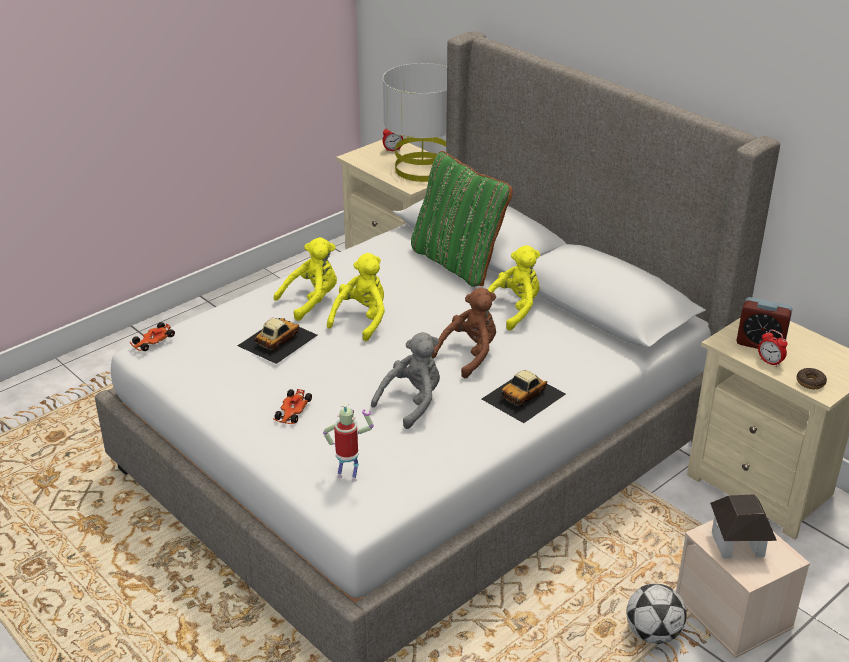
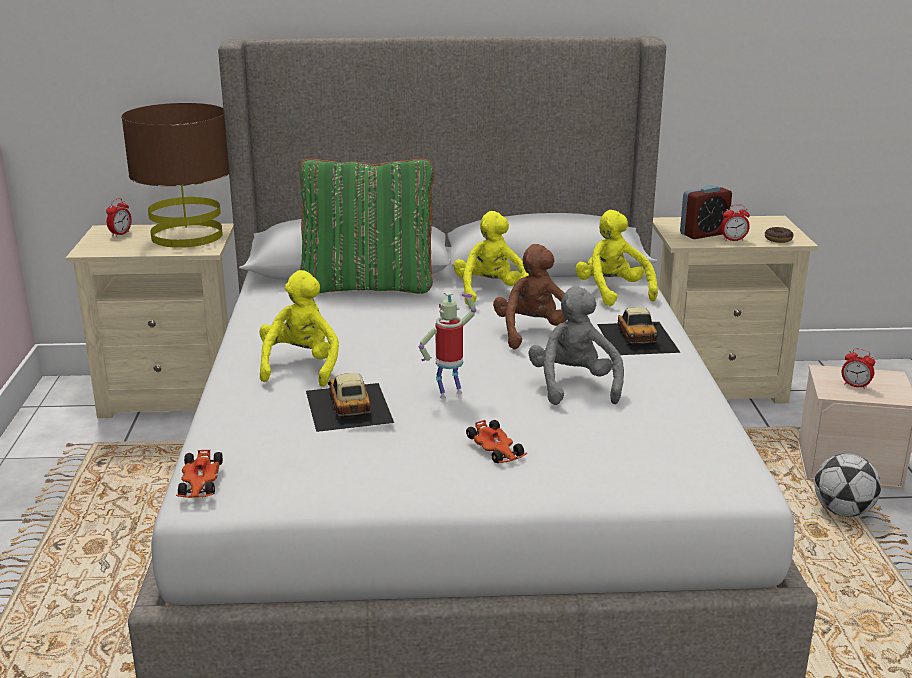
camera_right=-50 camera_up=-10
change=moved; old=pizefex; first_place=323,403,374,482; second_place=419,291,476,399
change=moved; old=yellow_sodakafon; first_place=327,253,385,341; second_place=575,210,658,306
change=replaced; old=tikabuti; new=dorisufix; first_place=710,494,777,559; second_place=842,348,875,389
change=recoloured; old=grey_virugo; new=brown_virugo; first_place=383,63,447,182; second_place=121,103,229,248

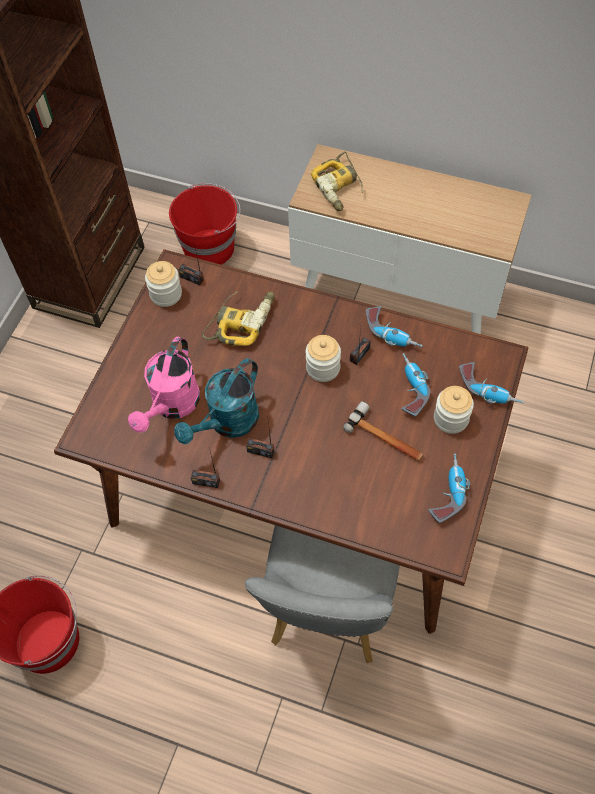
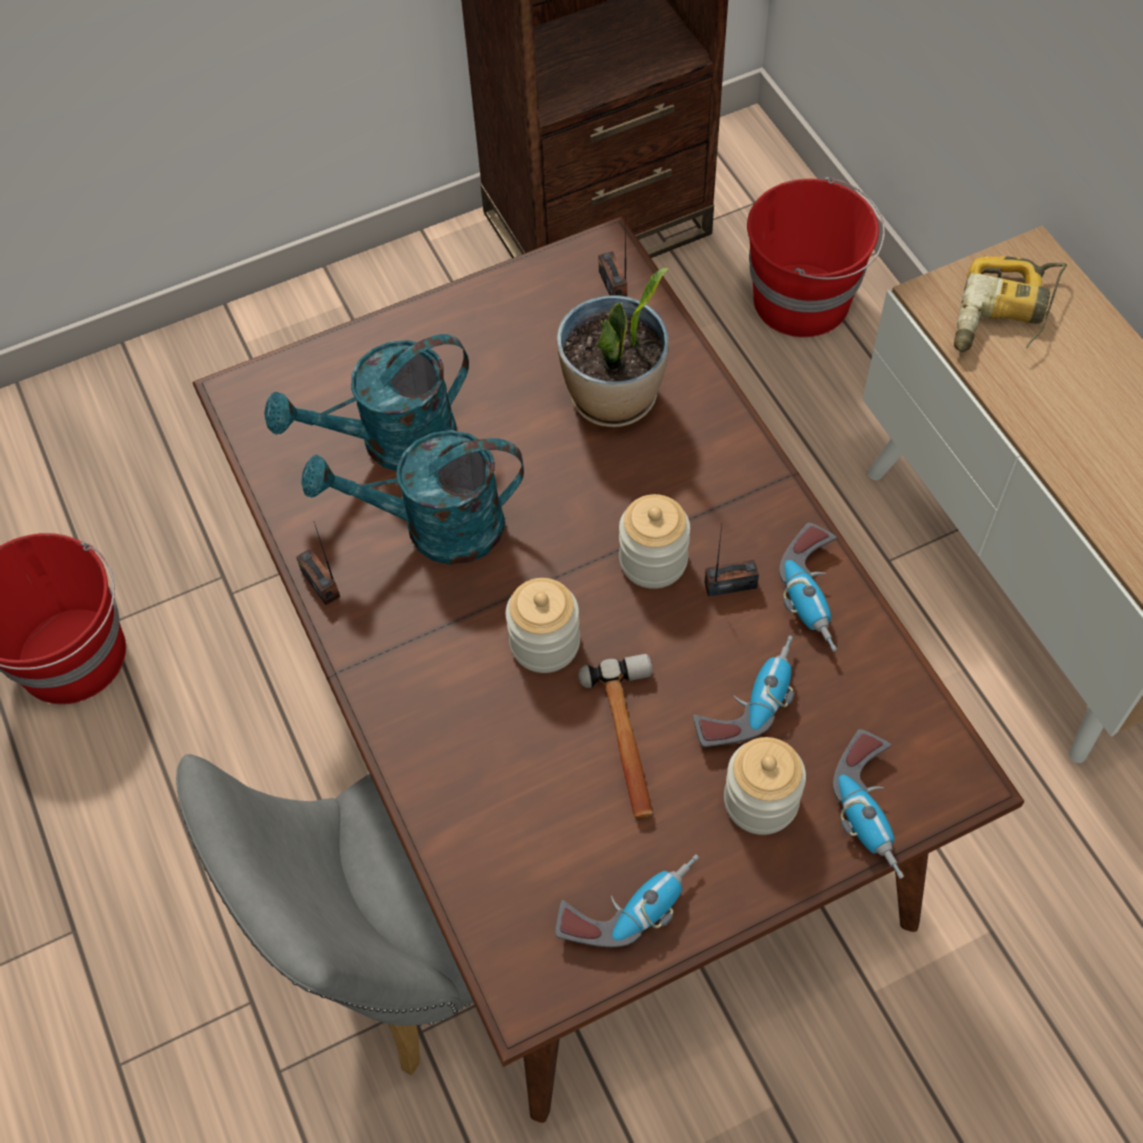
camera_right=45 camera_up=0
change=removed; old=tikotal; first_place=246,421,274,458
change=moved; old=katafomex; first_place=145,261,182,307; second_place=506,578,580,673
change=replaced; old=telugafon; new=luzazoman; first_place=202,291,275,346; second_place=556,268,669,427
change=recoloured; old=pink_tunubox; new=turquoise_tunubox; first_place=128,337,200,433; second_place=264,334,469,471

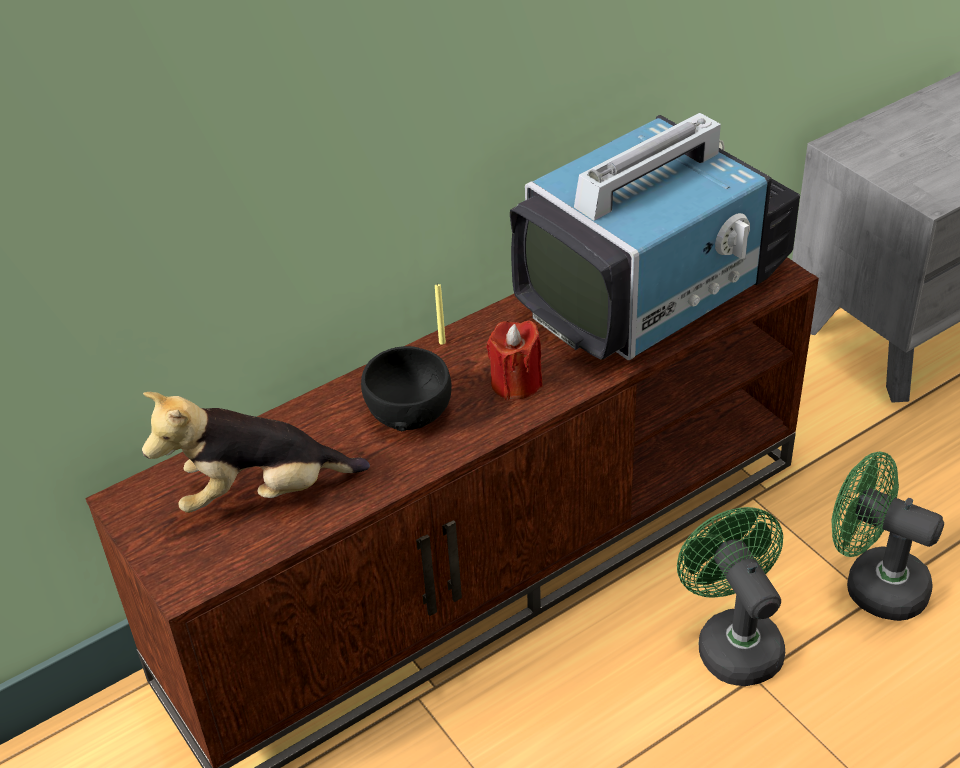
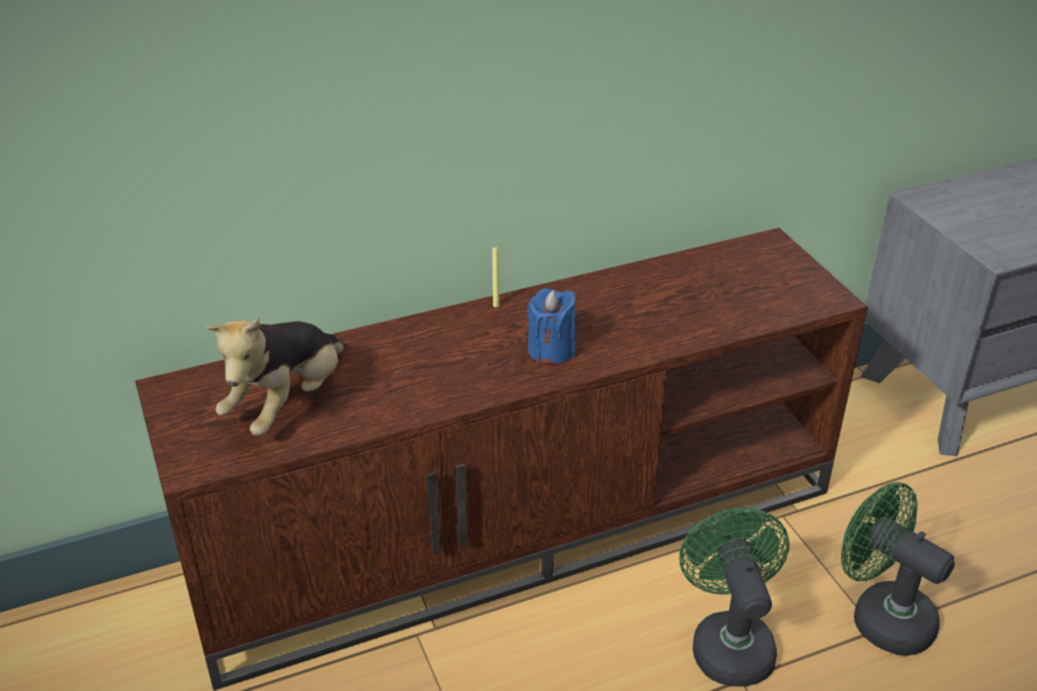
camera_right=10 camera_up=-5
change=removed; old=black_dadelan; first_place=361,346,452,431
change=removed; old=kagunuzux; first_place=510,113,800,360
change=recoloured; old=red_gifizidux; new=blue_gifizidux; first_place=487,321,543,400; second_place=527,288,576,364
change=turned; old=sodakafon; first_place=142,392,370,513; second_place=206,318,346,436; degrees=-60

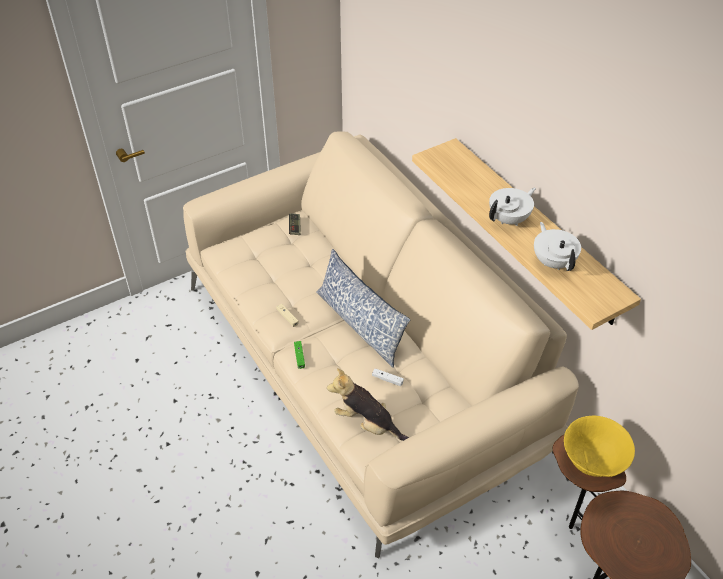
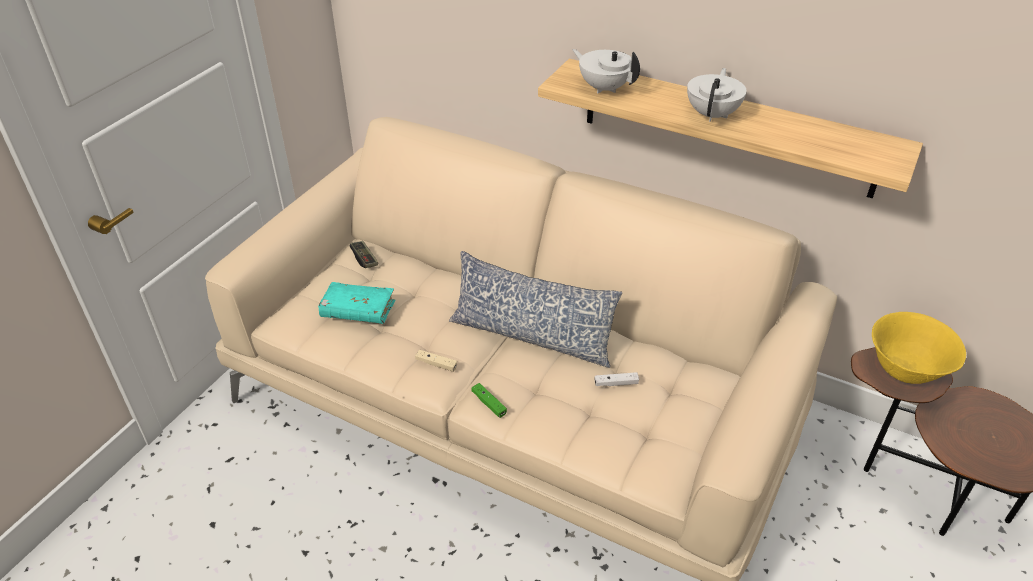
camera_right=-30 camera_up=-5
change=removed; old=sodakafon; first_place=327,368,409,441
change=added; new=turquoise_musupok; second_place=318,282,395,324
change=moved; old=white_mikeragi; first_place=534,222,581,271; second_place=572,49,640,93

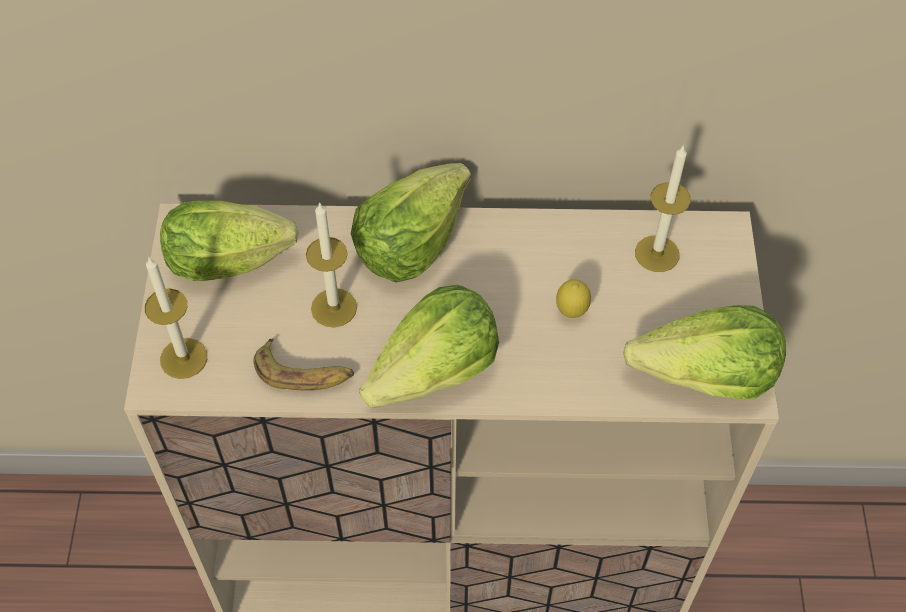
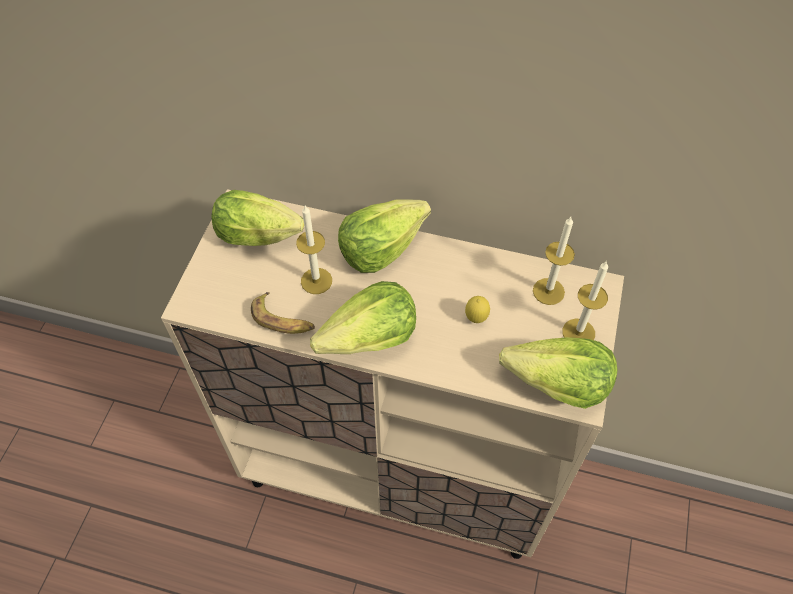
camera_right=15 camera_up=0
change=moved; old=gifizidux; first_place=145,257,207,379; second_place=562,261,608,340

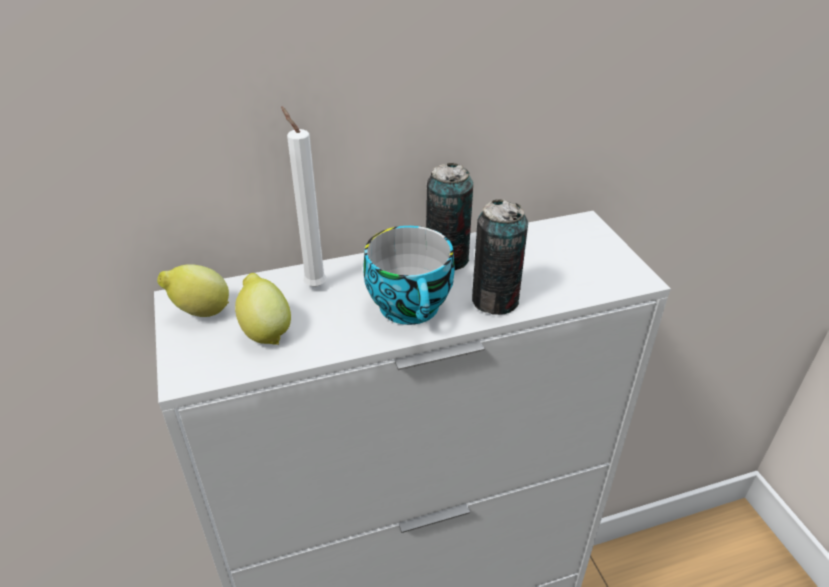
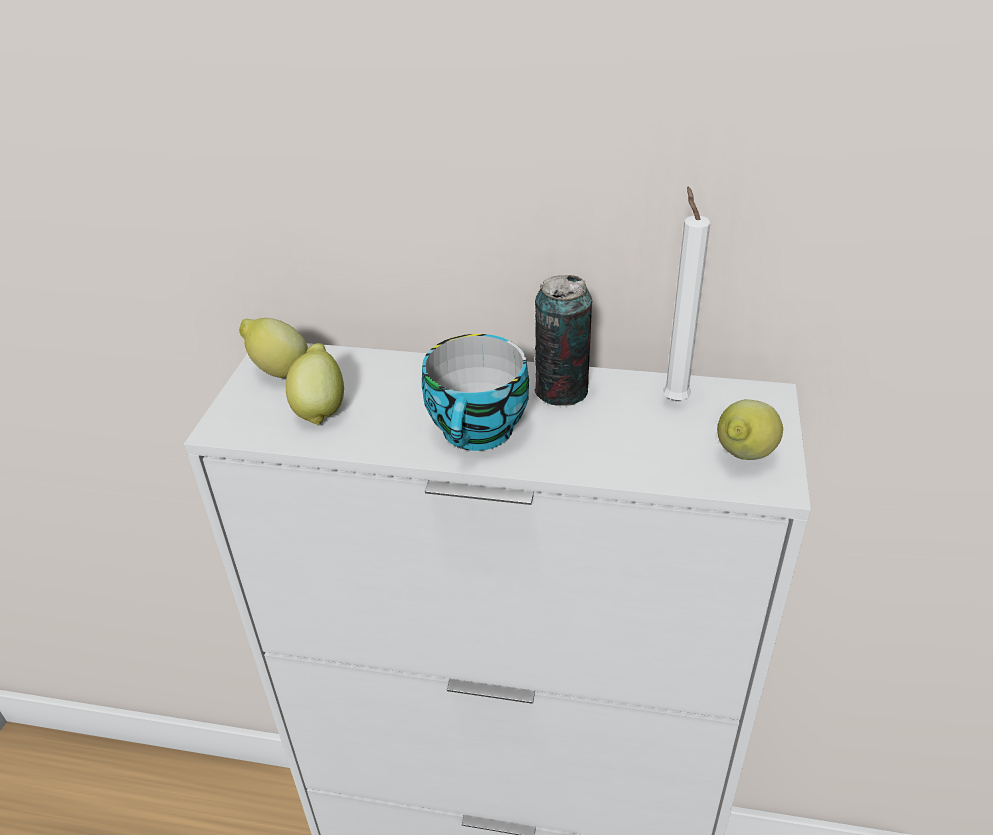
camera_right=30 camera_up=0
change=removed; old=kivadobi; first_place=472,199,528,315
change=added; new=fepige; second_place=717,399,783,460
change=moved; old=white_gifizidux; first_place=281,107,327,287; second_place=663,186,711,401

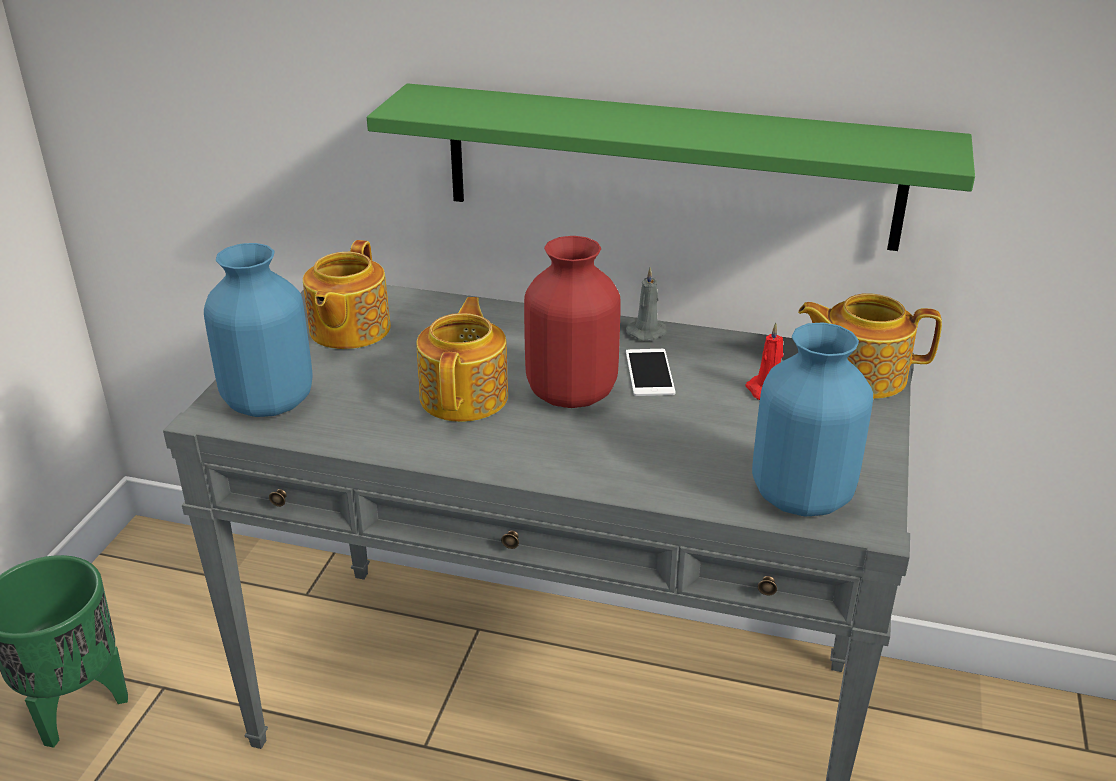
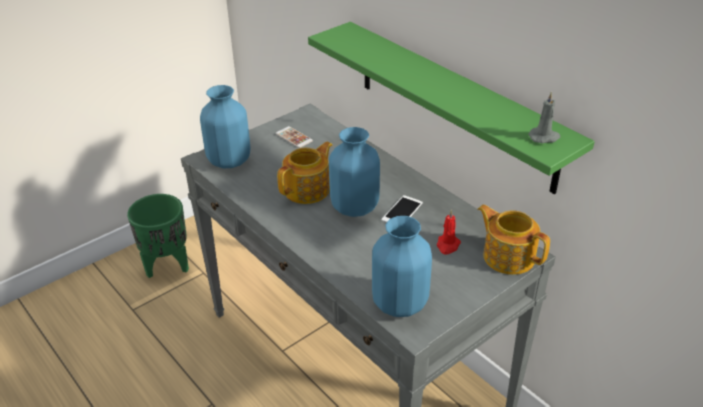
camera_right=35 camera_up=5
change=moved; old=grey_gifizidux; first_place=626,267,667,341; second_place=528,92,560,143
change=replaced; old=mikeragi; new=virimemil; first_place=303,240,391,349; second_place=276,126,313,148
change=recoloured; old=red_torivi; new=blue_torivi; first_place=524,236,621,408; second_place=329,127,380,217

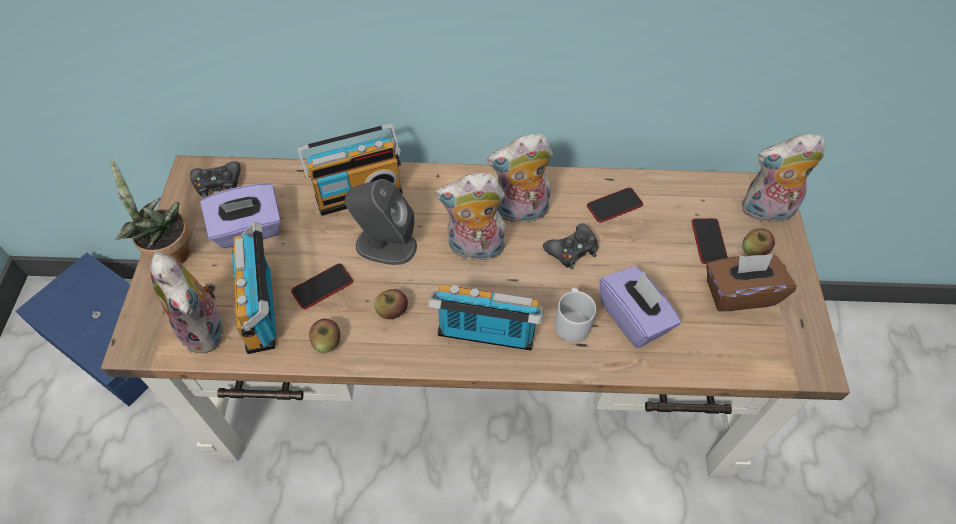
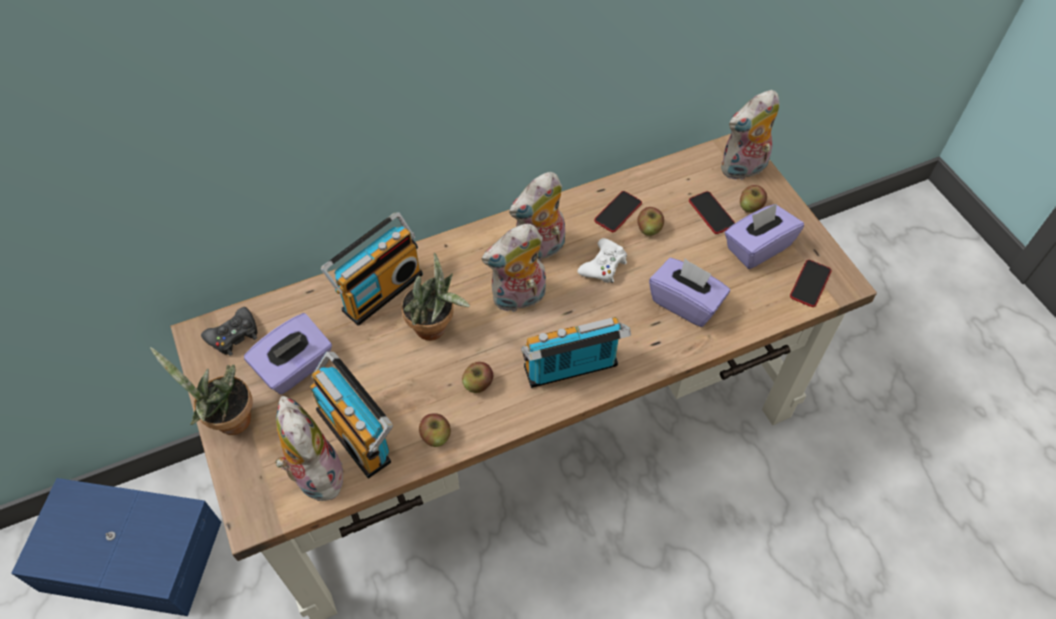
camera_right=-25 camera_up=0
change=removed; old=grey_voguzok; first_place=555,288,596,342
change=added; new=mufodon; second_place=637,207,664,236
change=moved; old=virimemil; first_place=291,263,353,309; second_place=790,260,831,307
change=replaced; old=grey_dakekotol; new=luzazoman; first_place=345,179,417,265; second_place=401,252,470,341
change=recoloured; old=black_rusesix; new=white_rusesix; first_place=543,223,598,269; second_place=577,238,627,283
change=recoloured; old=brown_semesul; new=purple_semesul; first_place=706,254,797,312; second_place=724,203,804,269
change=turned; old=sodakafon; first_place=150,252,224,353; second_place=275,396,348,501; degrees=-150

